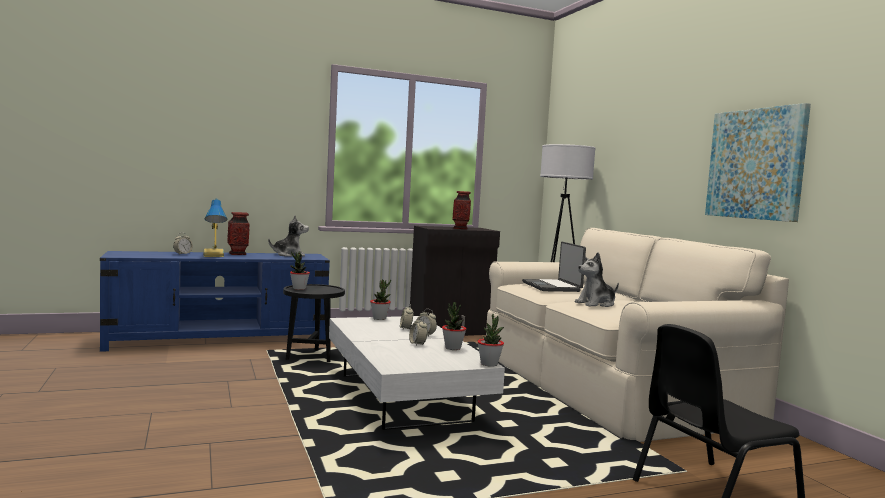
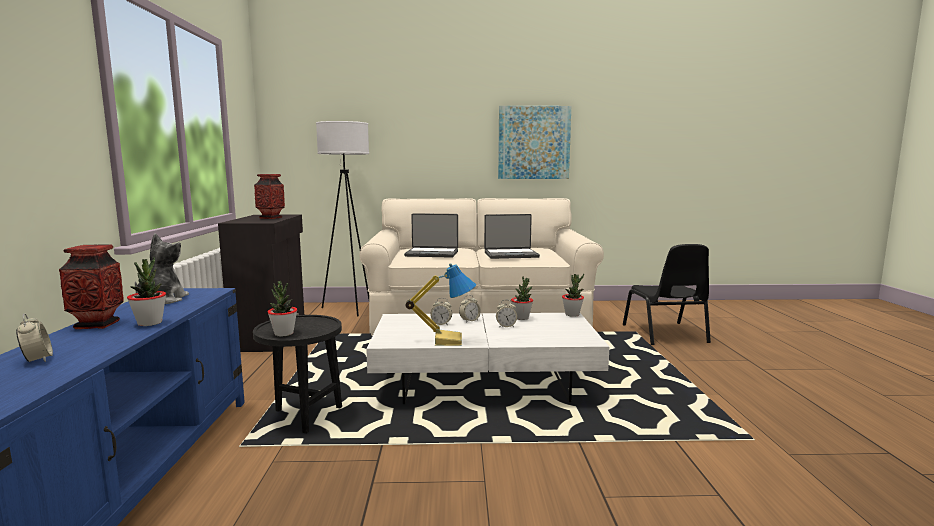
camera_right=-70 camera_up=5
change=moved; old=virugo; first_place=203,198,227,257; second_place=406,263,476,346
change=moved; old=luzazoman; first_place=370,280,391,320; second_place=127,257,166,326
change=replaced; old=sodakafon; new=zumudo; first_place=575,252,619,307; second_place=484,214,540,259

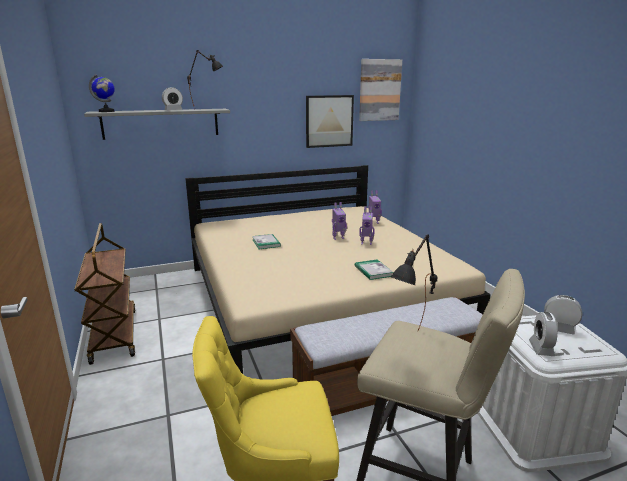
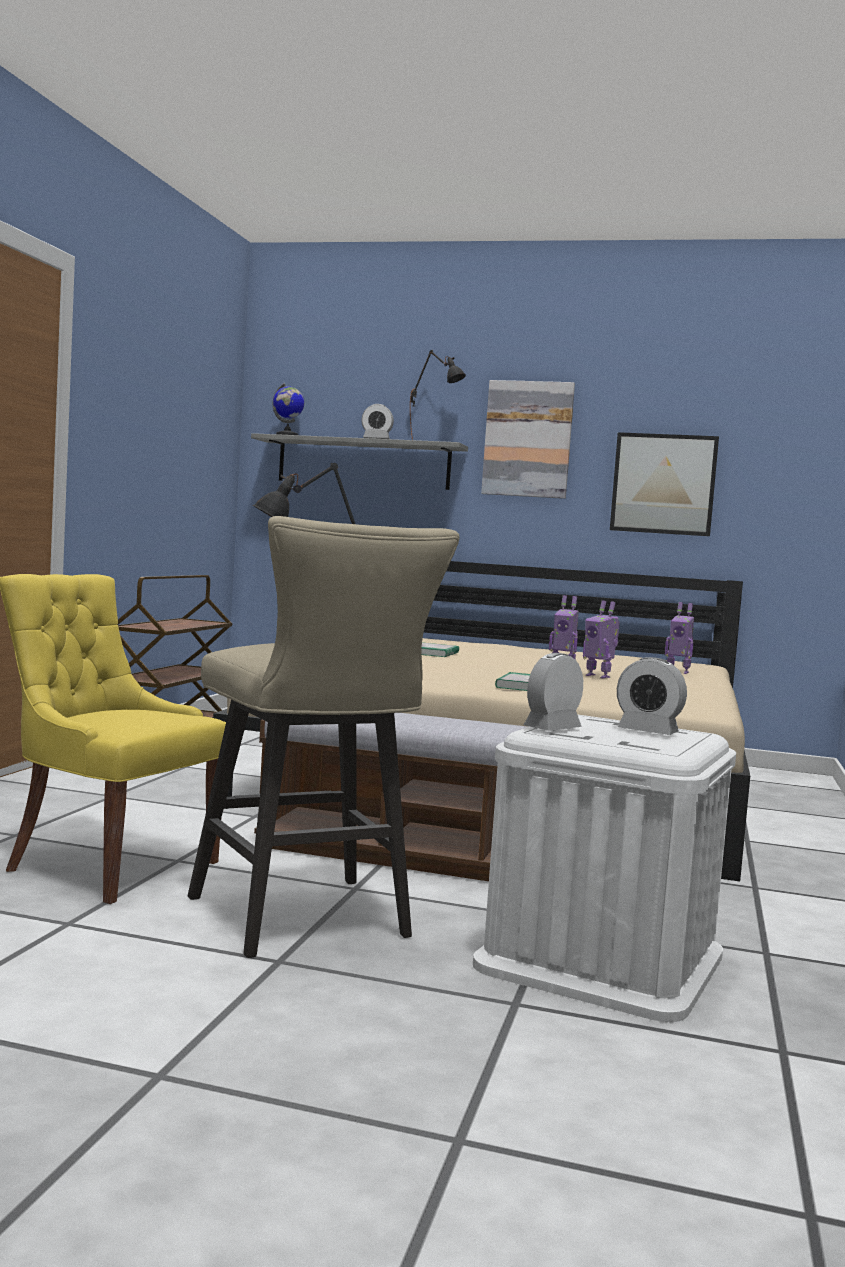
camera_right=35 camera_up=-15
change=moved; old=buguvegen; first_place=359,59,402,121; second_place=481,380,575,499
change=turned; old=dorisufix; first_place=544,295,582,335; second_place=617,657,687,735; degrees=150

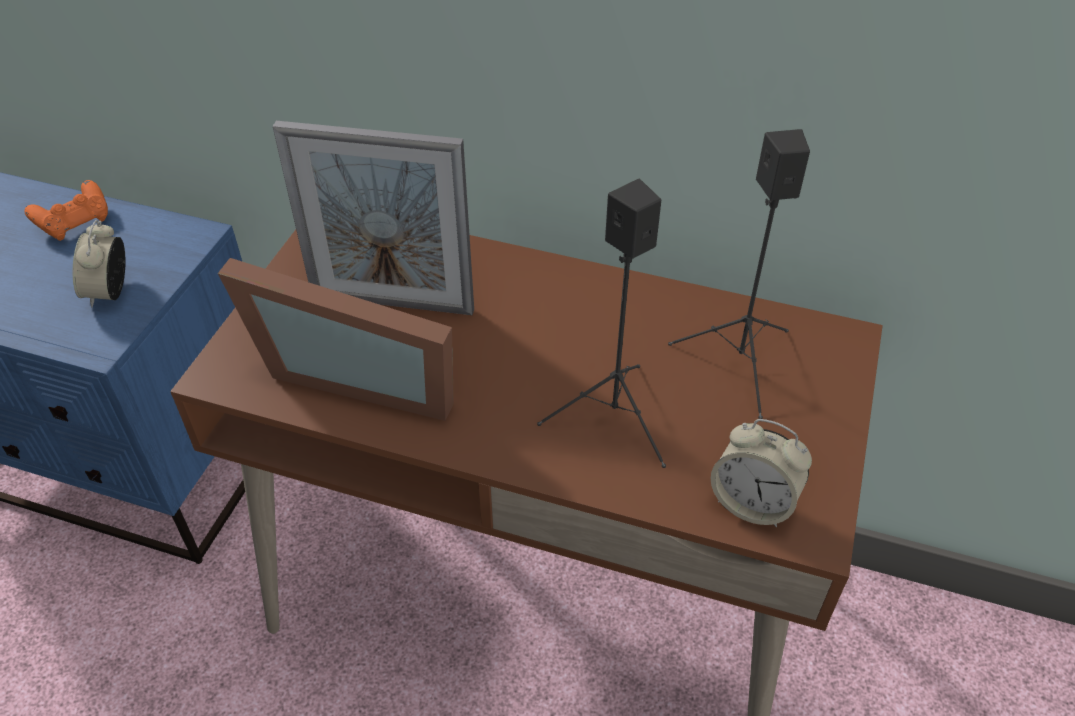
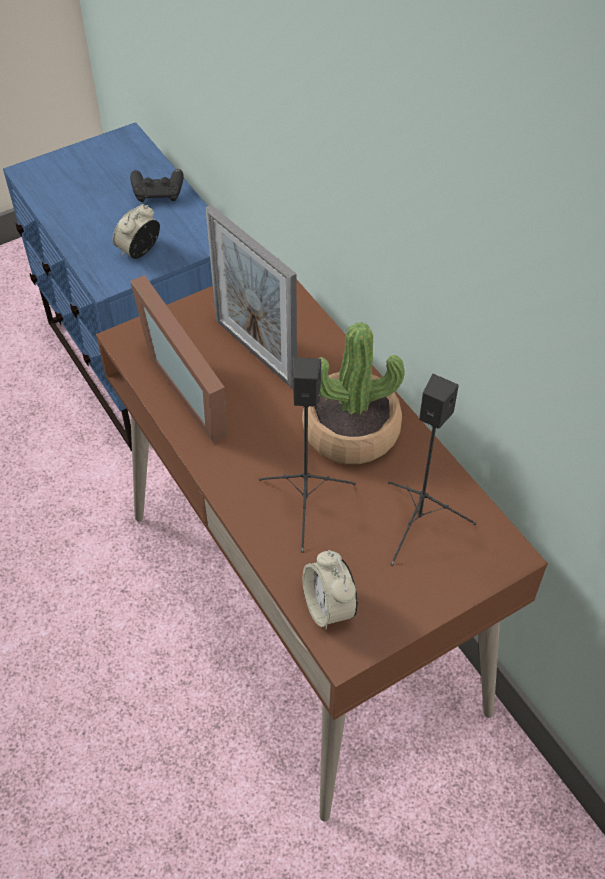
camera_right=40 camera_up=5
change=added; new=luzazoman; second_place=302,322,405,464
change=recoloured; old=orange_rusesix; new=black_rusesix; first_place=24,180,108,241; second_place=130,169,184,202

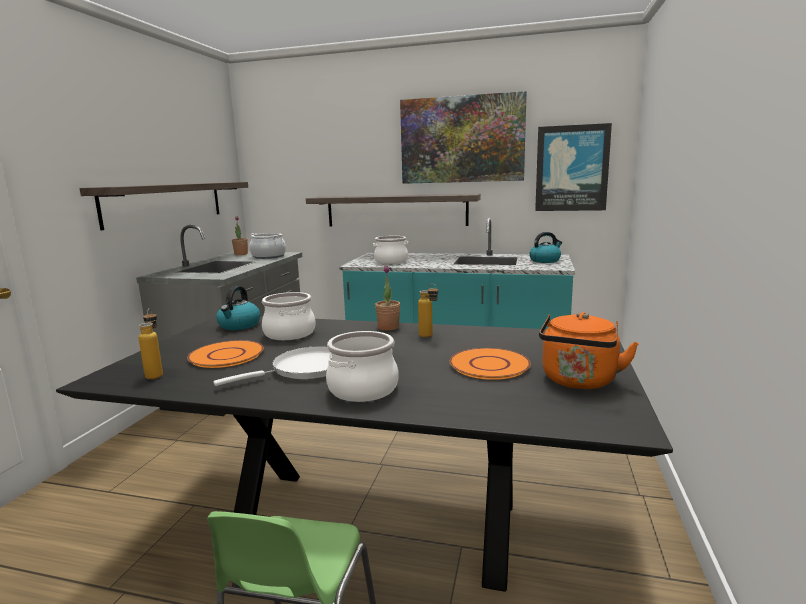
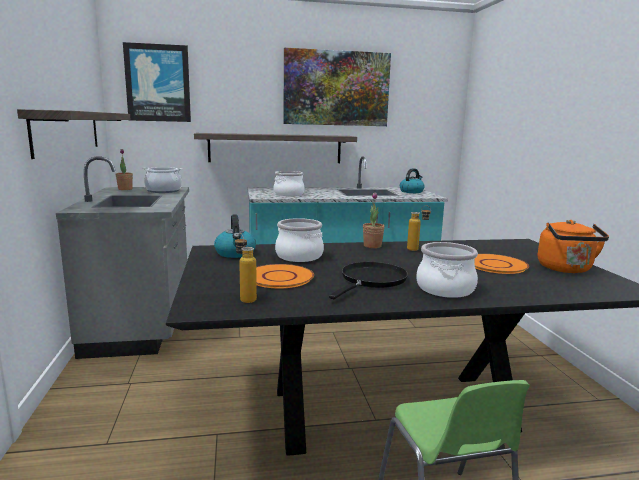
camera_right=-25 camera_up=0
change=moved; old=buguvegen; first_place=535,123,612,211; second_place=123,42,191,122
change=recoloured; old=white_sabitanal; new=black_sabitanal; first_place=214,346,331,386; second_place=329,262,408,299

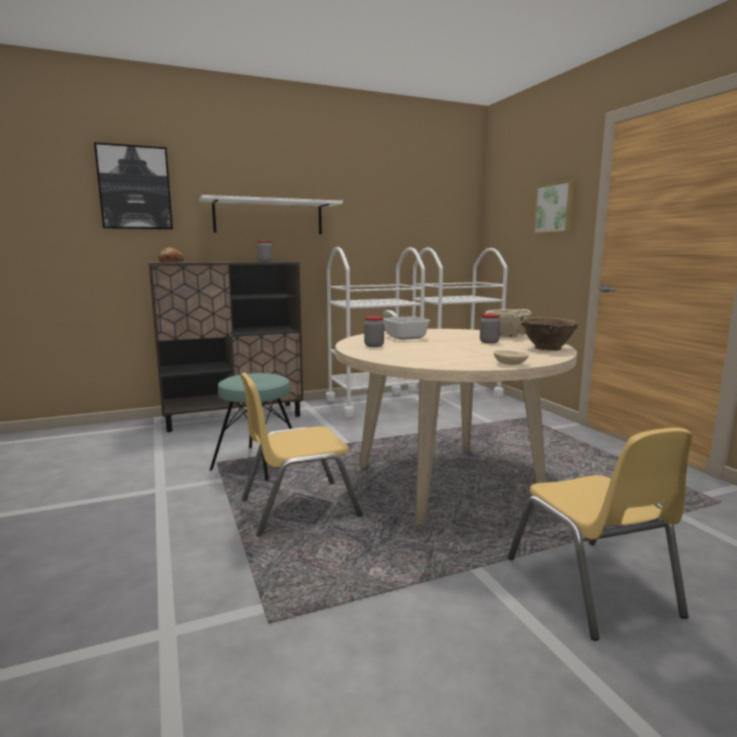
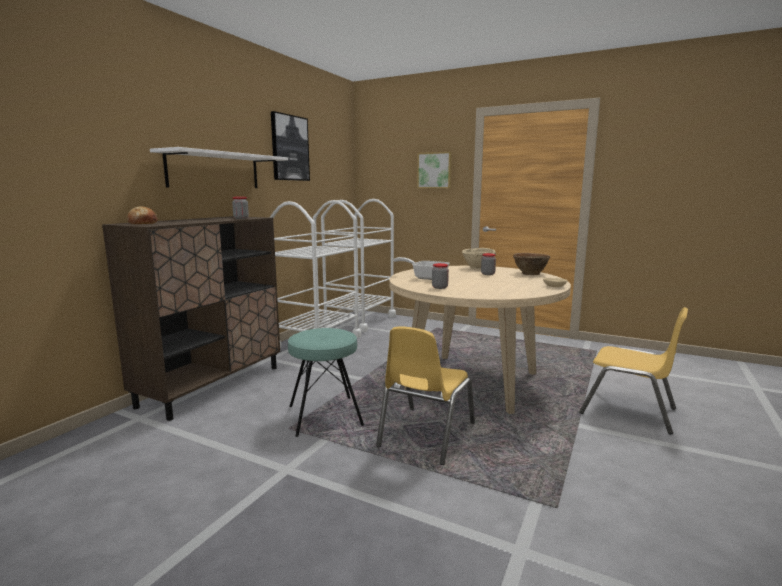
camera_right=-40 camera_up=0
change=moved; old=buguvegen; first_place=94,142,173,230; second_place=271,111,310,181

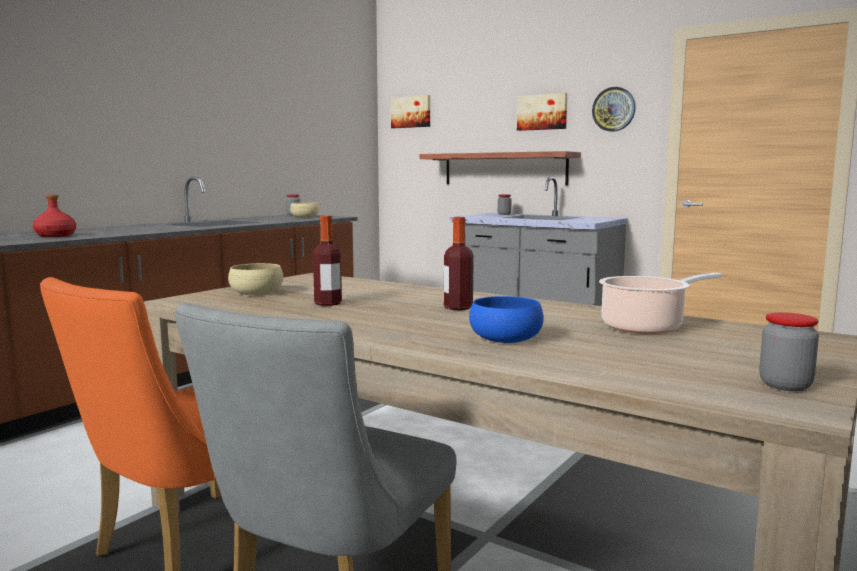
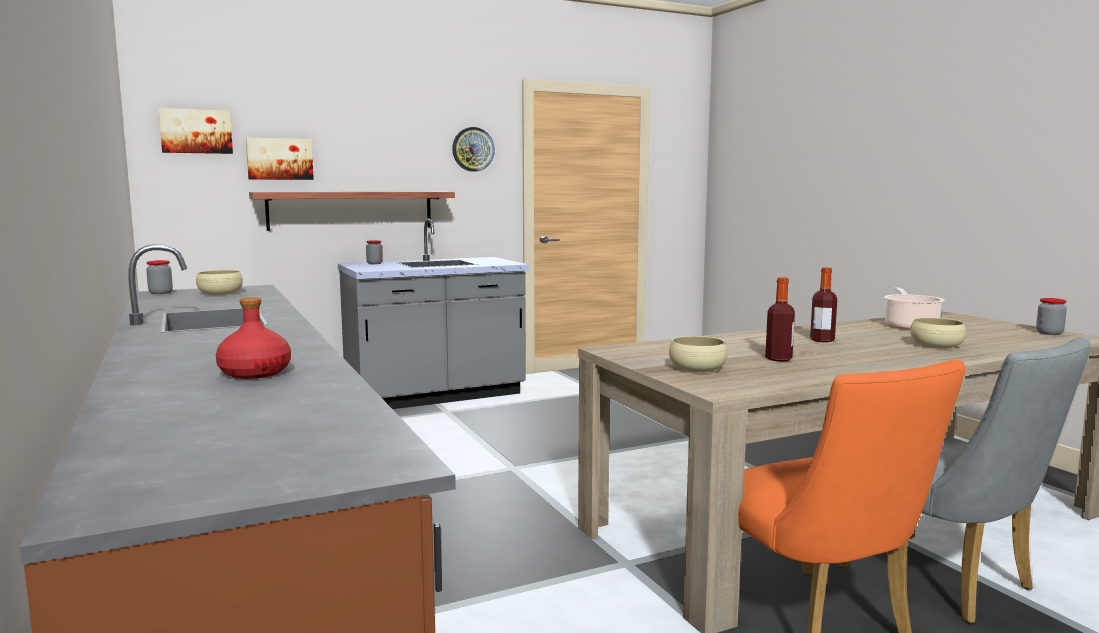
camera_right=-60 camera_up=0
change=moved; old=buguvegen; first_place=517,93,567,131; second_place=246,137,314,180
change=recoloured; old=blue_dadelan; new=beige_dadelan; first_place=469,296,544,343; second_place=910,318,966,349

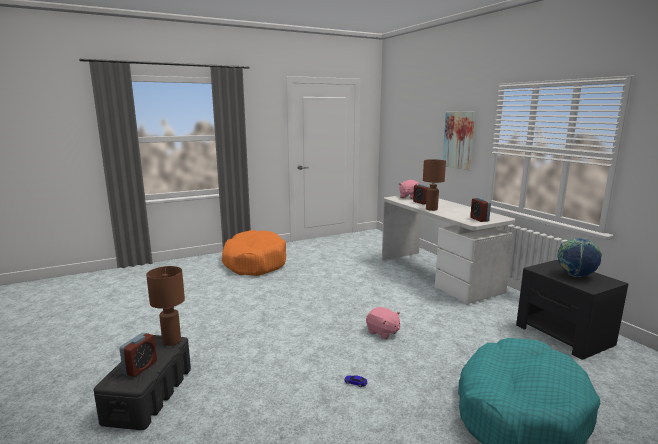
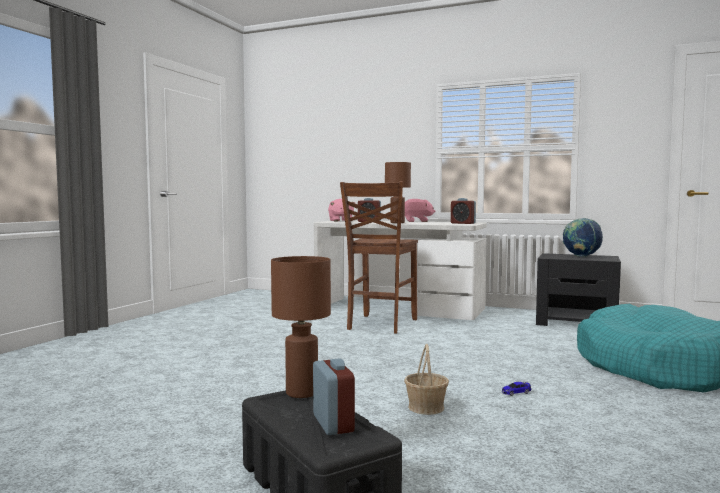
camera_right=-40 camera_up=-10
change=removed; old=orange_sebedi; first_place=222,230,286,276
change=removed; old=buguvegen; first_place=442,112,475,170
change=added; new=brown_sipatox; second_place=340,181,418,334
change=added; new=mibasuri; second_place=404,344,449,415
change=moved; old=pink_sodakafon; first_place=366,307,400,339; second_place=405,199,436,222

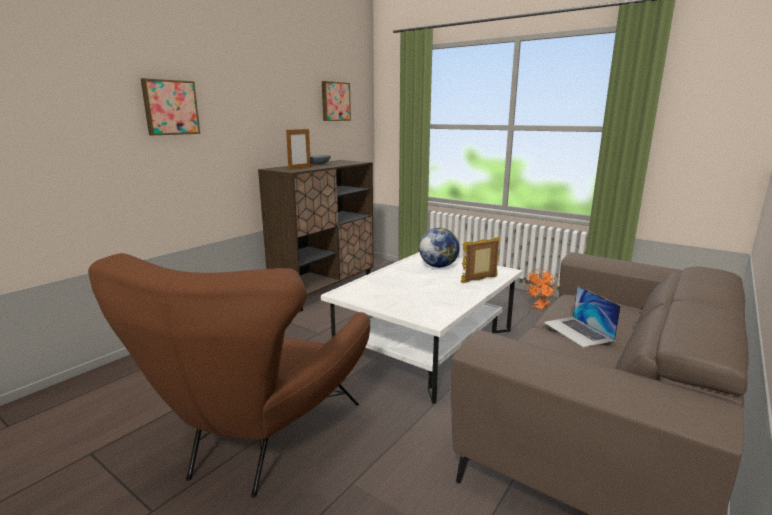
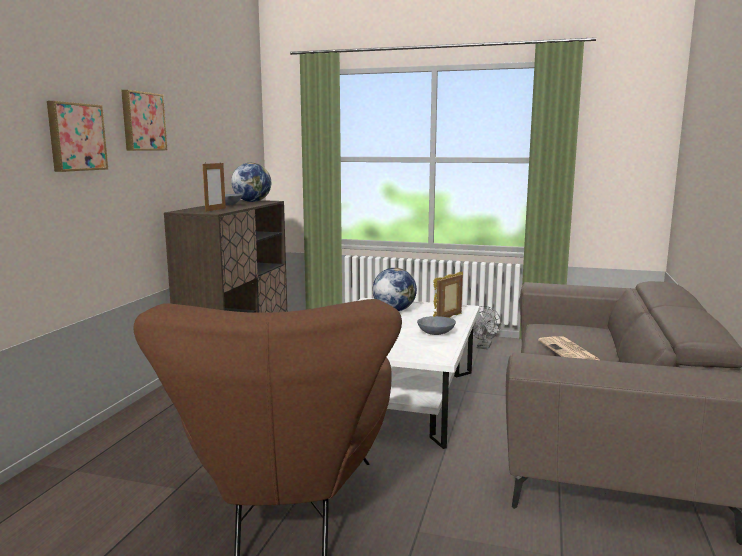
camera_right=-20 camera_up=-5
change=added; new=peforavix; second_place=231,163,271,202
change=added; new=grey_dadelan; second_place=417,316,456,335
change=moved; old=buguvegen; first_place=322,81,351,121; second_place=121,90,167,151
change=replaced; old=zumudo; new=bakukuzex; first_place=543,286,621,348; second_place=538,336,599,360
change=recoloured; old=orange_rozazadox; new=grey_rozazadox; first_place=525,269,556,310; second_place=473,306,501,350

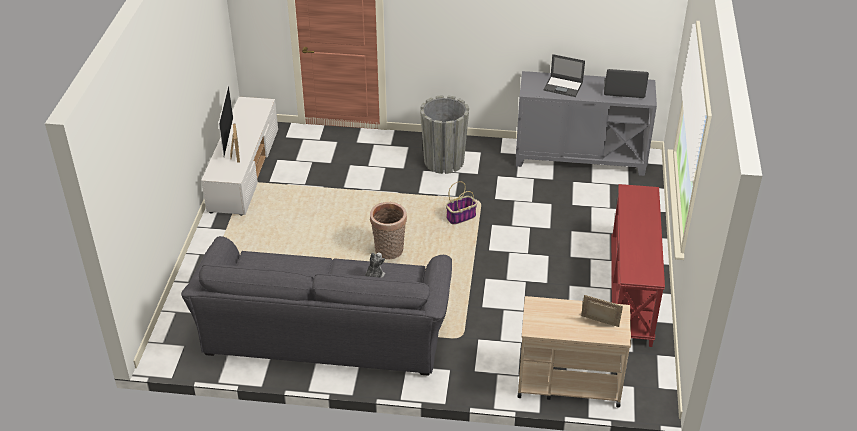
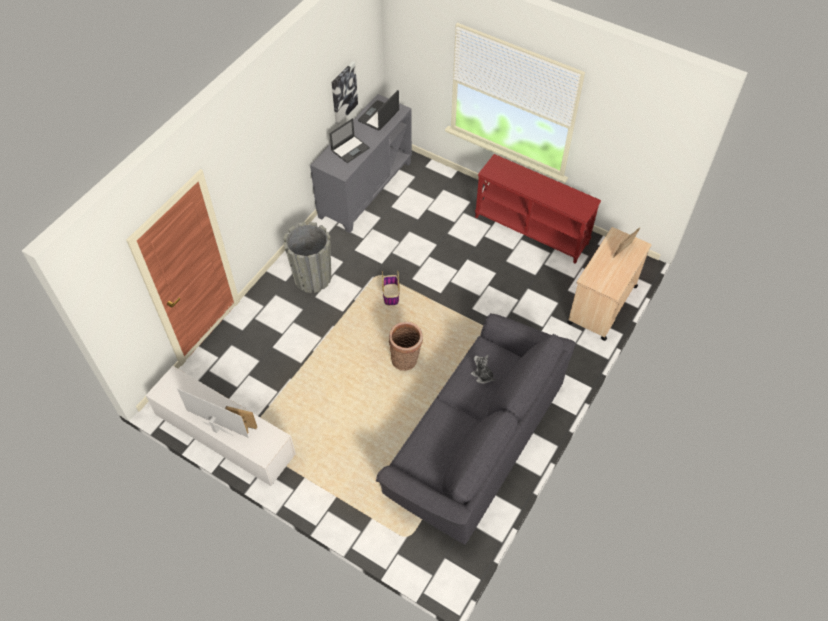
camera_right=-65 camera_up=15
change=added; new=buguvegen; second_place=332,61,358,125

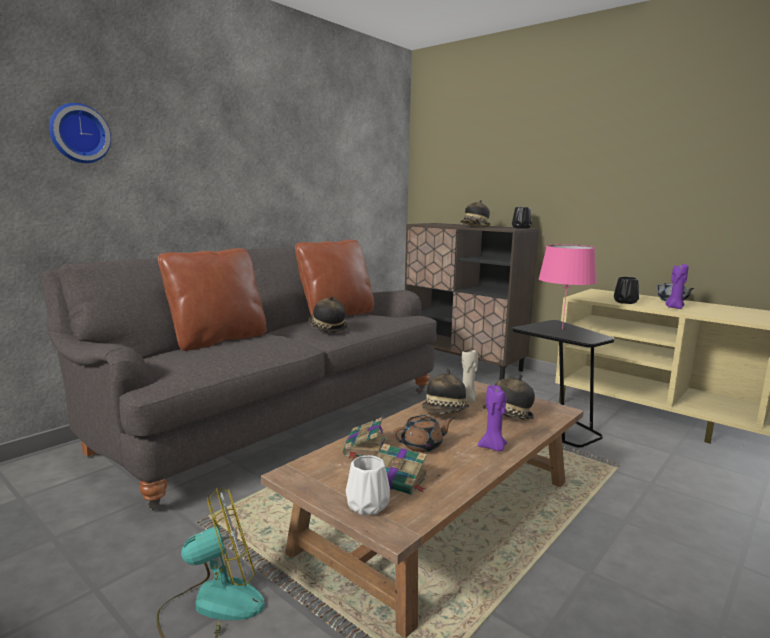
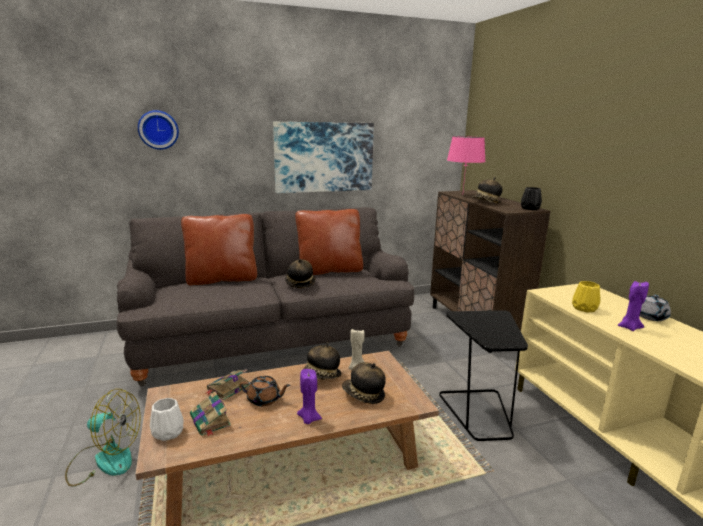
camera_right=30 camera_up=5
change=added; new=buguvegen; second_place=273,122,374,193
change=moved; old=pink_virugo; first_place=538,245,597,329; second_place=447,136,486,191
change=recoloured; old=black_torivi; new=yellow_torivi; first_place=614,277,639,304; second_place=572,281,600,312

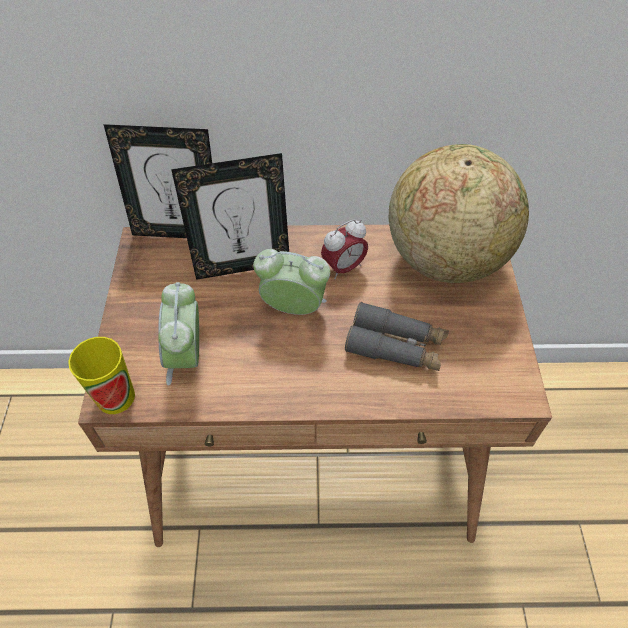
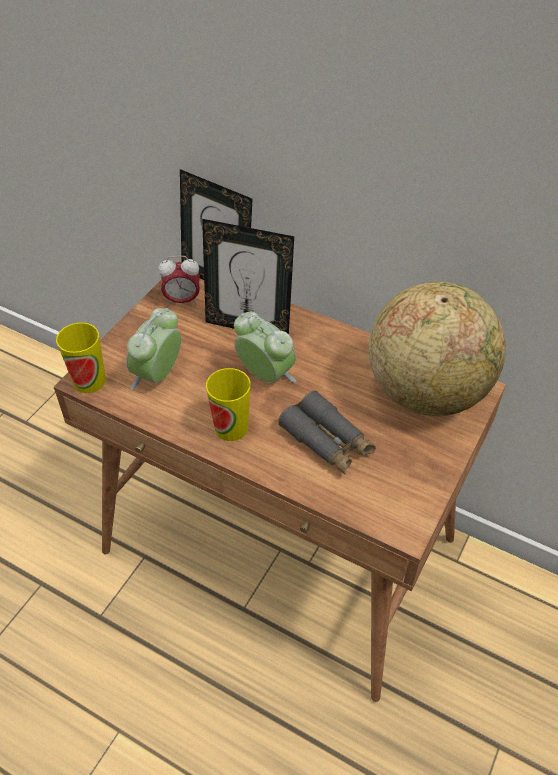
camera_right=30 camera_up=-5
change=added; new=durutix; second_place=206,368,251,441
change=moved; old=dorisufix; first_place=321,219,368,279; second_place=158,256,200,306

